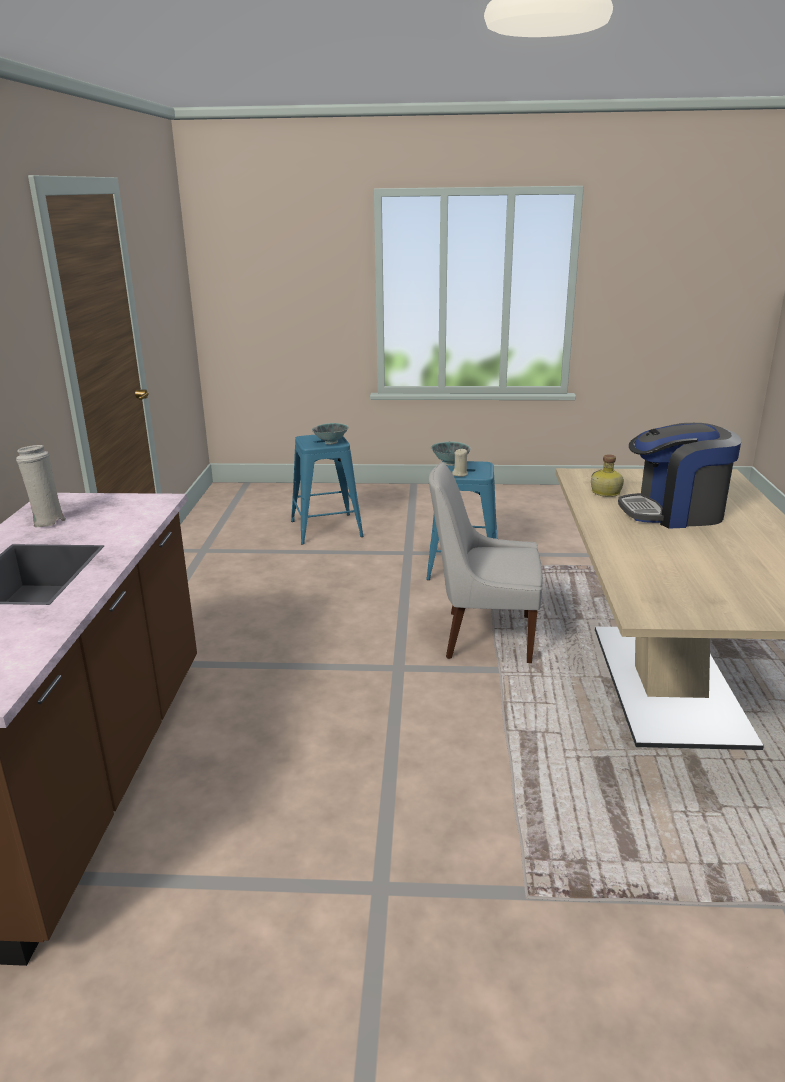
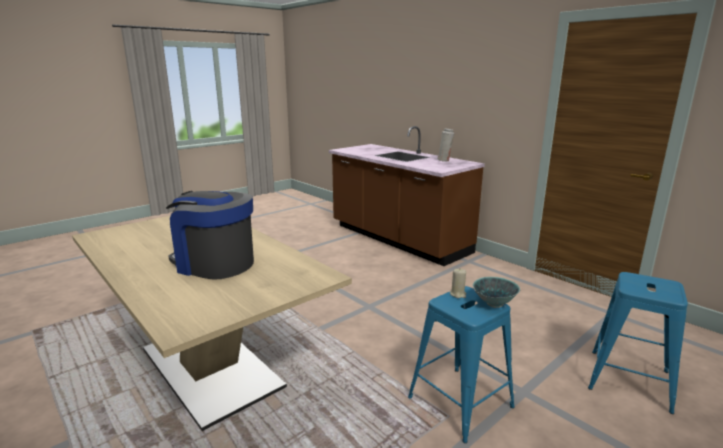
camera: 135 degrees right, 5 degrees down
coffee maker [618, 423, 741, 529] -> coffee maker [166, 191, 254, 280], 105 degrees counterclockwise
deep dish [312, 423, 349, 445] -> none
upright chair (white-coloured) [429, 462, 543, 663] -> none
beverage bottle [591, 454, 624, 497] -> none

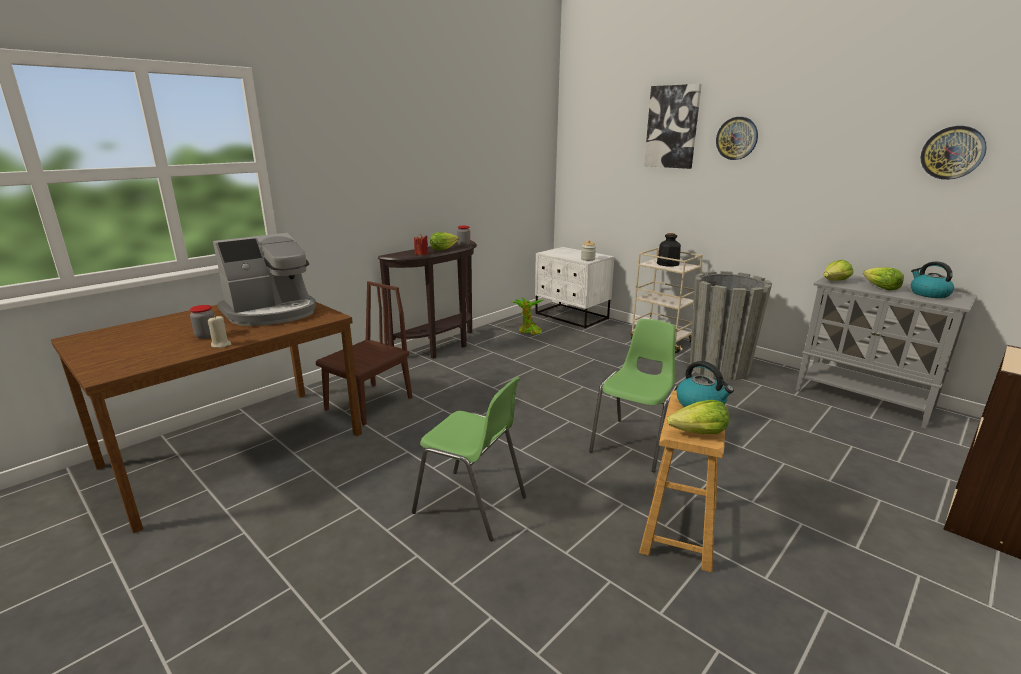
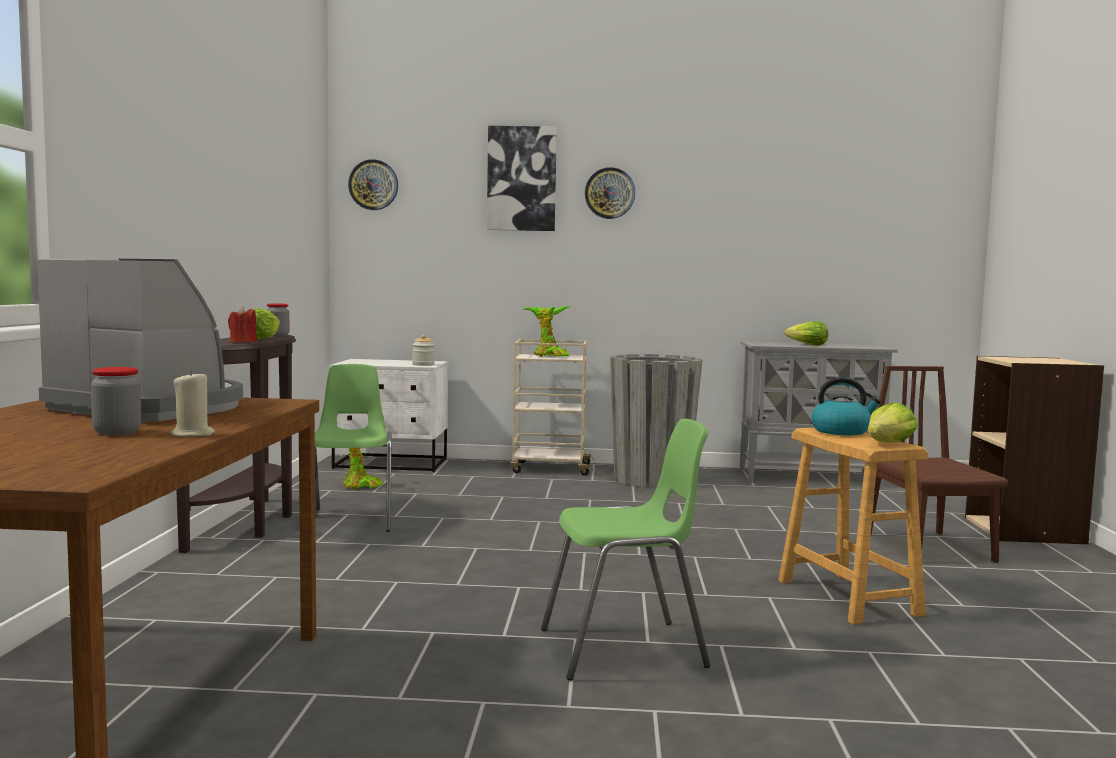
camera: 40 degrees left, 15 degrees down
coffee maker [213, 233, 316, 326] -> coffee maker [38, 259, 243, 422], 75 degrees counterclockwise
upright chair (greenish) [589, 319, 678, 472] -> upright chair (greenish) [315, 364, 392, 532], shifted
clock on the wall [920, 126, 987, 180] -> clock on the wall [348, 159, 398, 210], shifted
beverage bottle [657, 233, 681, 267] -> houseplant [524, 306, 570, 357]
upright chair (brown-coloured) [316, 281, 412, 425] -> upright chair (brown-coloured) [871, 366, 1008, 563], shifted
head of lettuce [823, 260, 853, 281] -> none
kettle [911, 261, 954, 298] -> none

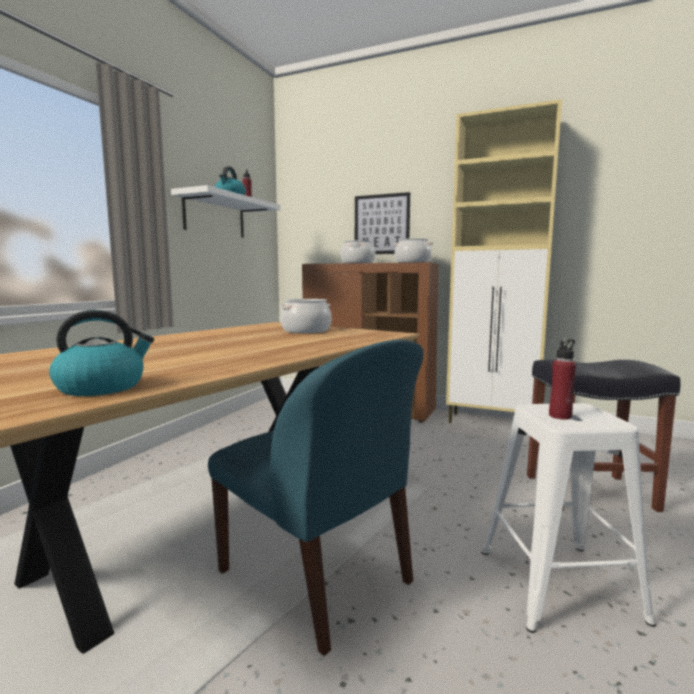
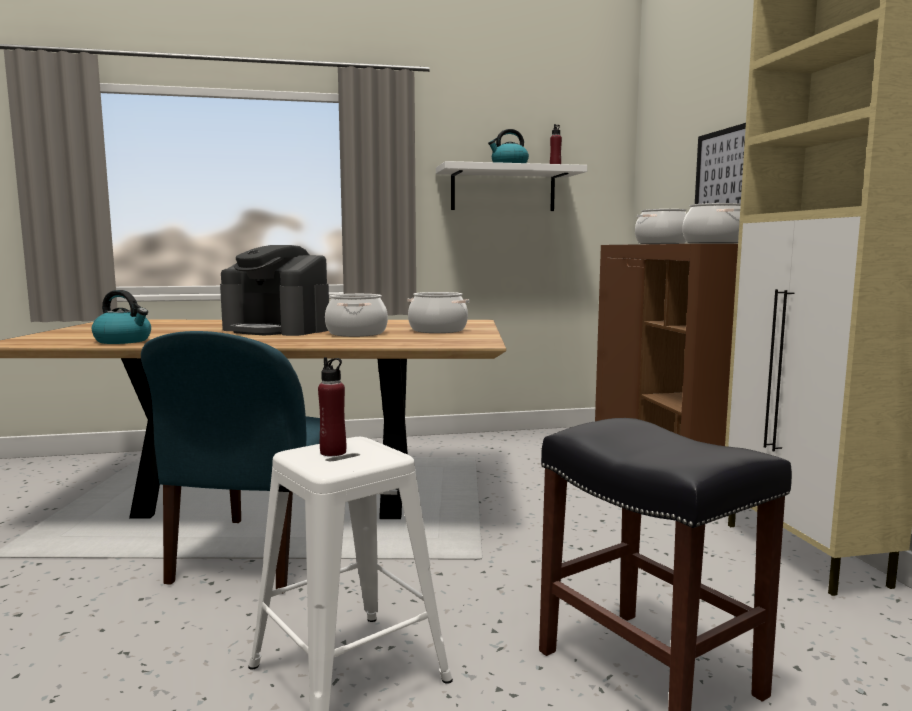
camera: 55 degrees right, 0 degrees up
none -> coffee maker [220, 245, 329, 336]
none -> saucepot [325, 294, 388, 337]

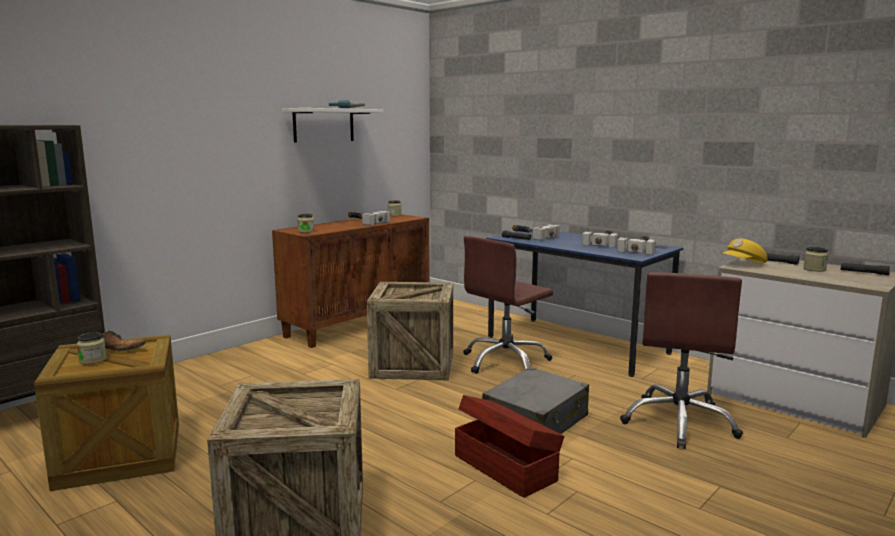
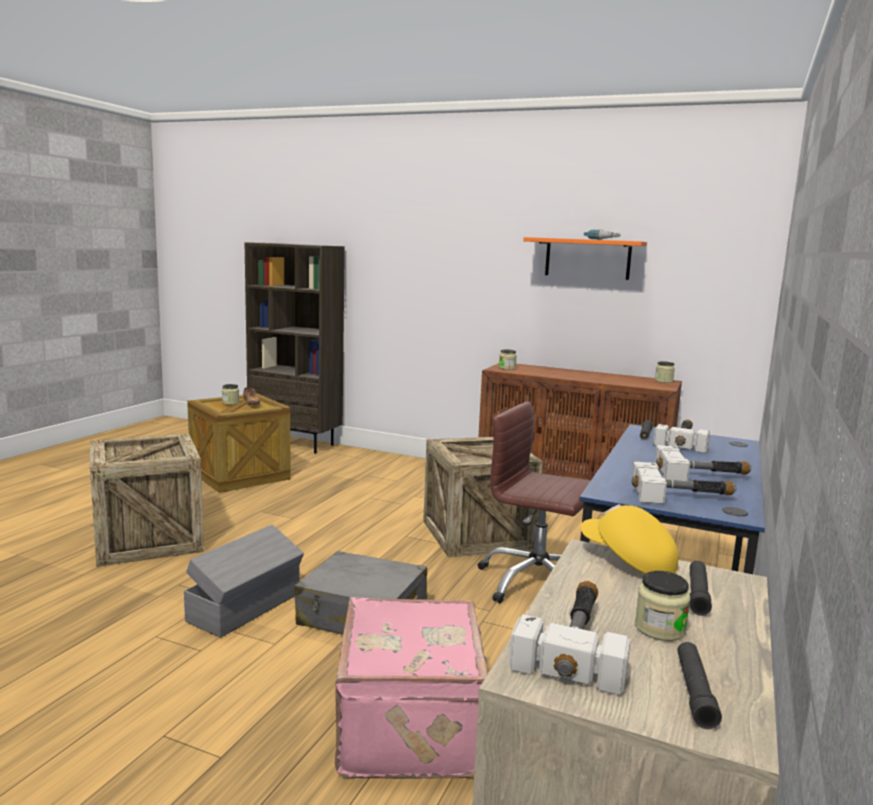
camera: 70 degrees right, 0 degrees up
storage bin (brown-coloured) [455, 395, 564, 498] -> storage bin (gray) [184, 525, 304, 638]
desk chair (brown-coloured) [620, 272, 743, 449] -> piece of luggage (pink-coloured) [335, 597, 488, 779]
hand hammer [348, 211, 390, 226] -> hand hammer [509, 581, 630, 695], shifted
wall shelf (white-coloured) [282, 108, 384, 142] -> wall shelf (orange-coloured) [523, 237, 647, 280]

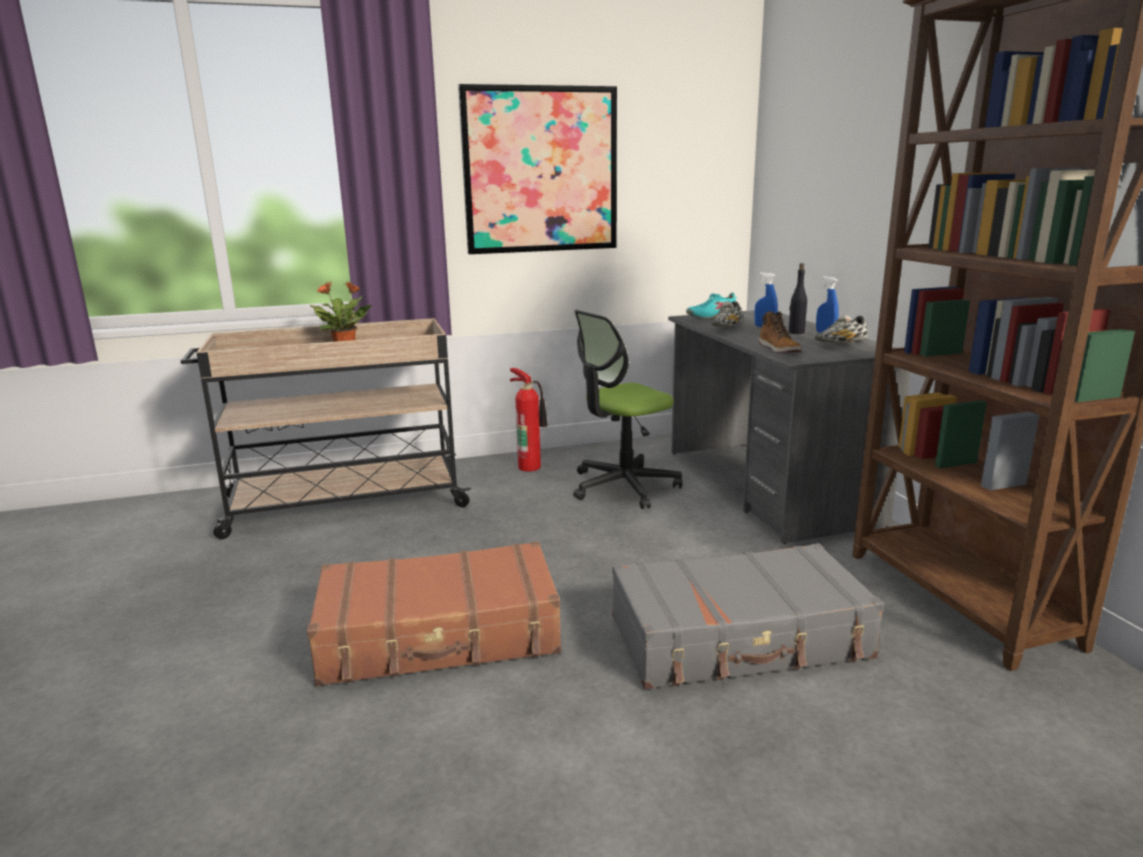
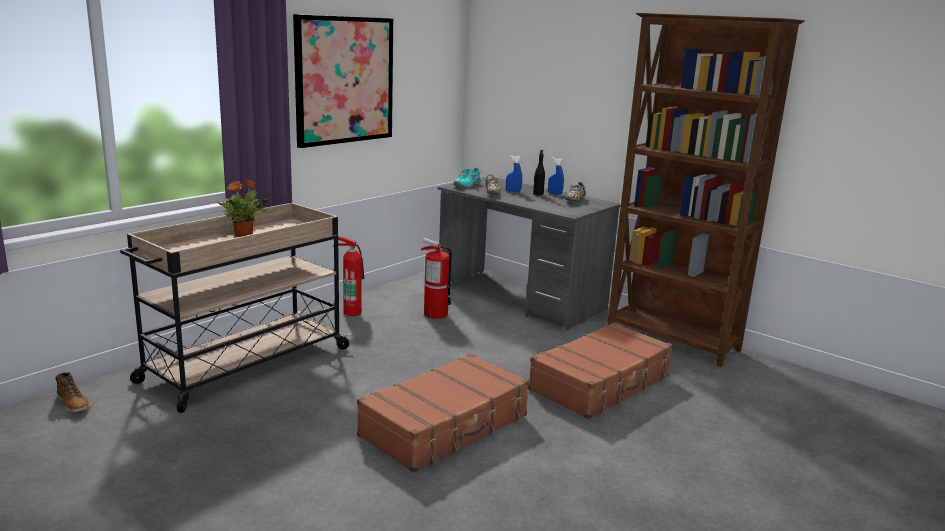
camera: 35 degrees left, 0 degrees up
tall boot [759, 311, 802, 353] -> tall boot [55, 372, 91, 413], shifted
desk chair [573, 310, 683, 509] -> extinguisher [421, 238, 452, 319]
piece of luggage (gray) [612, 543, 884, 689] -> piece of luggage (brown-coloured) [528, 322, 673, 419]

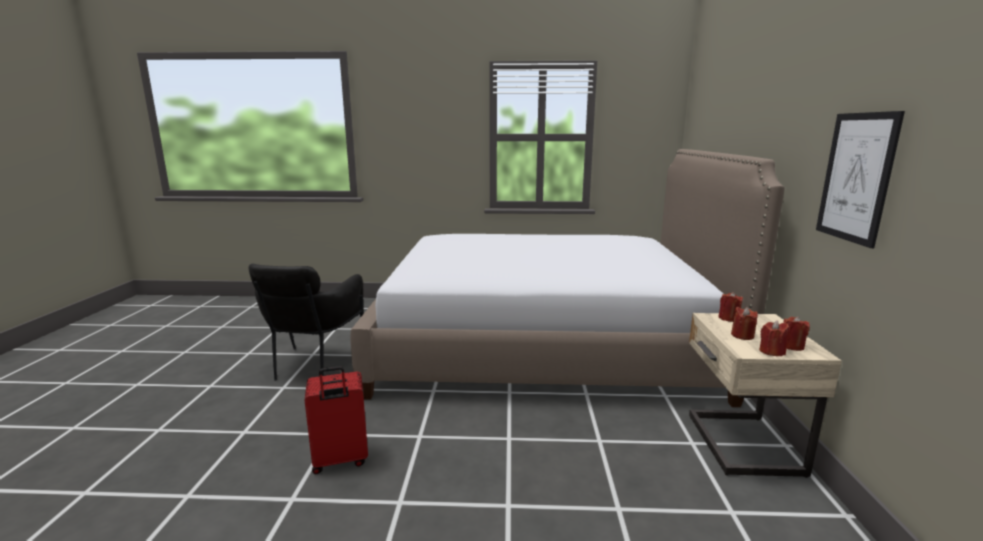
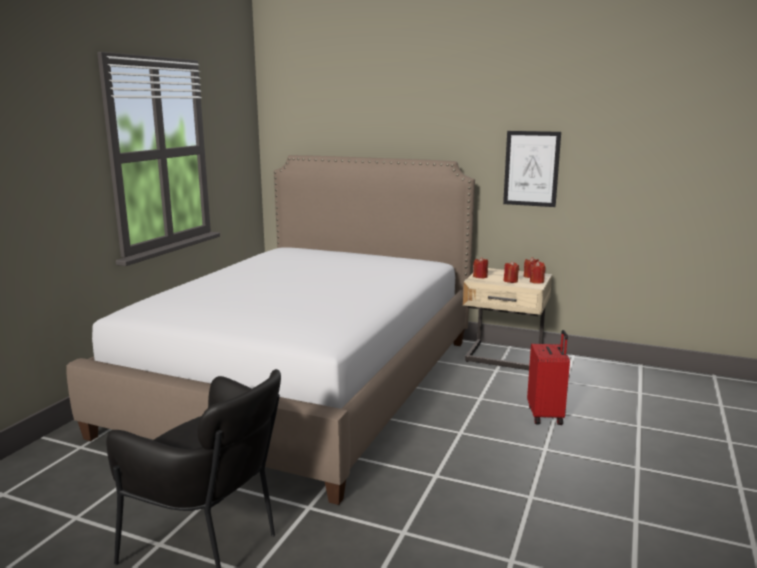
camera: 70 degrees left, 0 degrees up
piece of luggage (red) [304, 366, 368, 474] -> piece of luggage (red) [527, 330, 570, 425], shifted

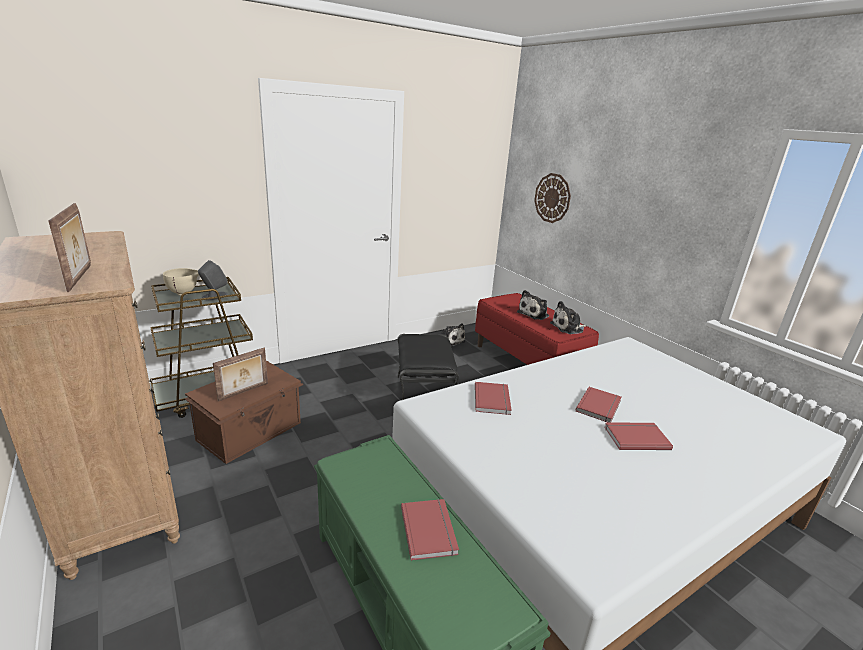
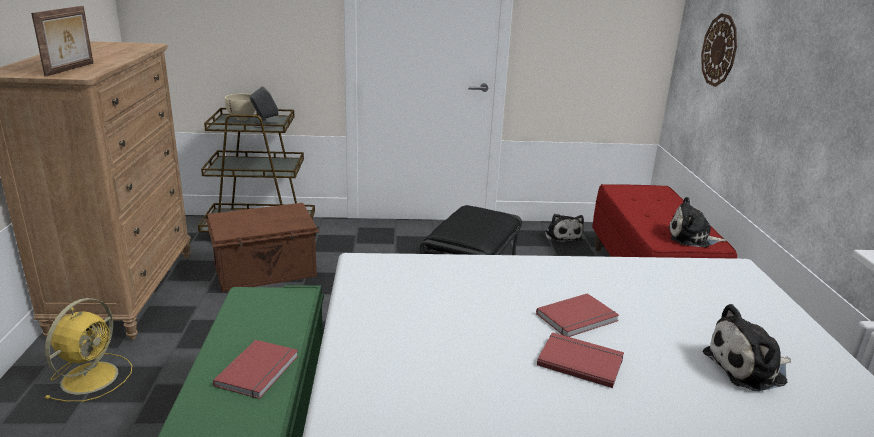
camera: 30 degrees right, 0 degrees up
none -> electric fan (yellow-coloured) [44, 298, 132, 402]
soft toy [517, 290, 549, 320] -> soft toy [702, 304, 791, 391], shifted
photo frame [213, 347, 268, 402] -> none
bound book (red) [475, 382, 512, 415] -> none

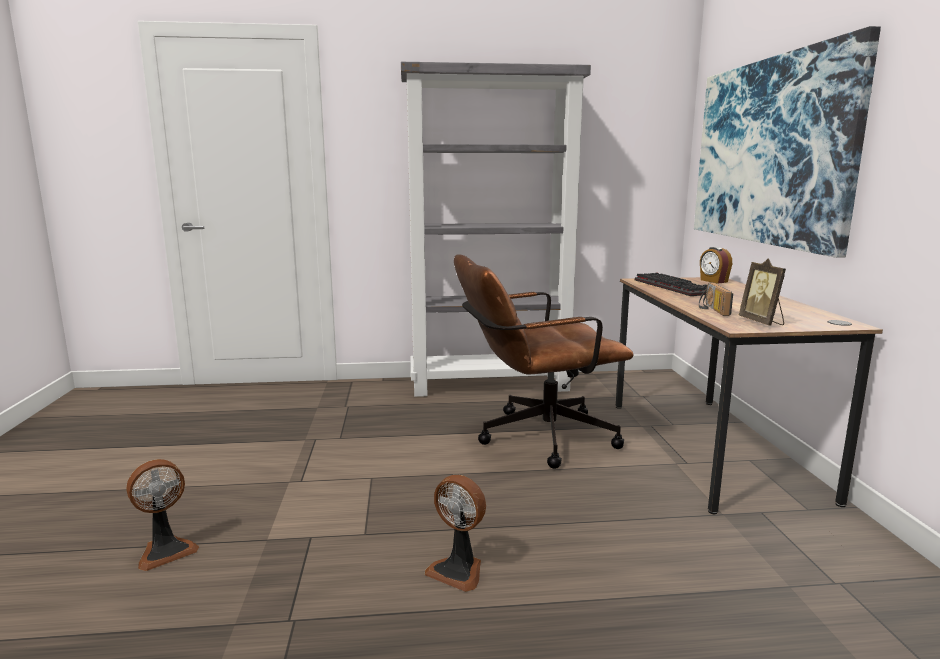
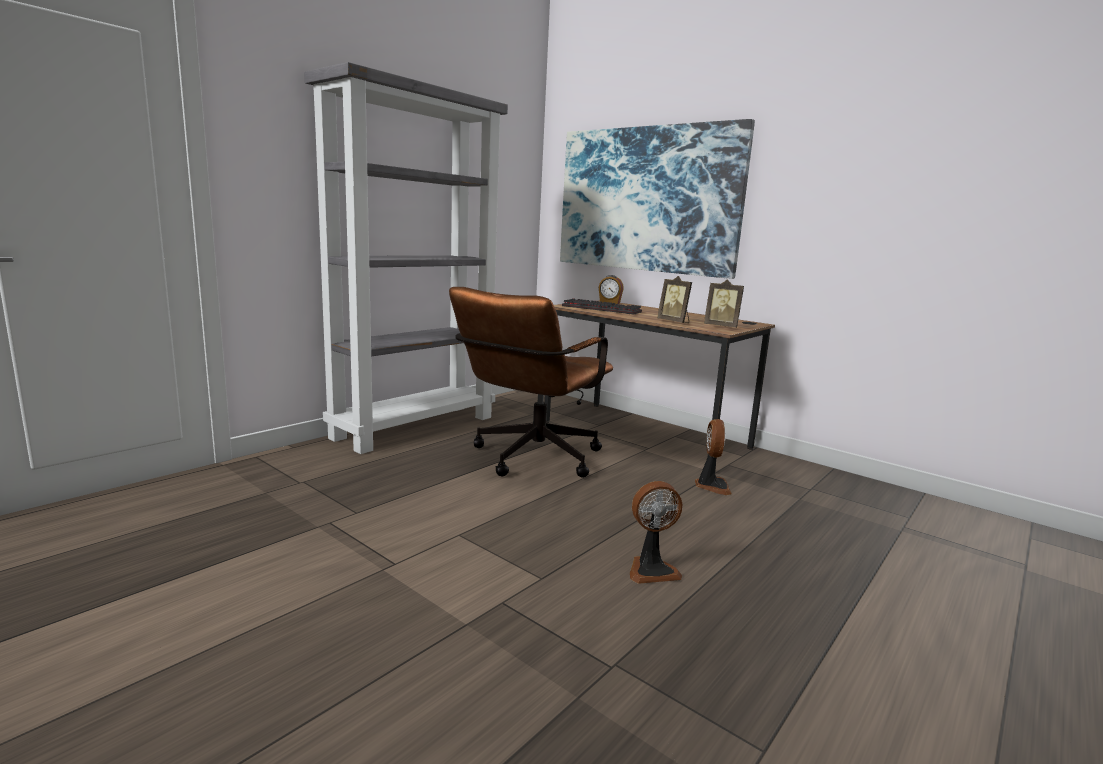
camera: 45 degrees left, 0 degrees up
radio [699, 283, 733, 316] -> photo frame [657, 276, 692, 323]
electric fan [126, 459, 199, 571] -> electric fan [695, 419, 732, 495], shifted

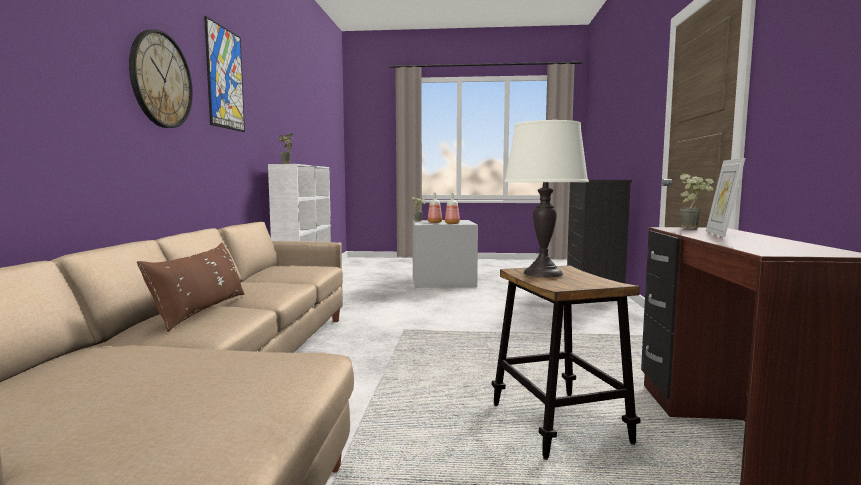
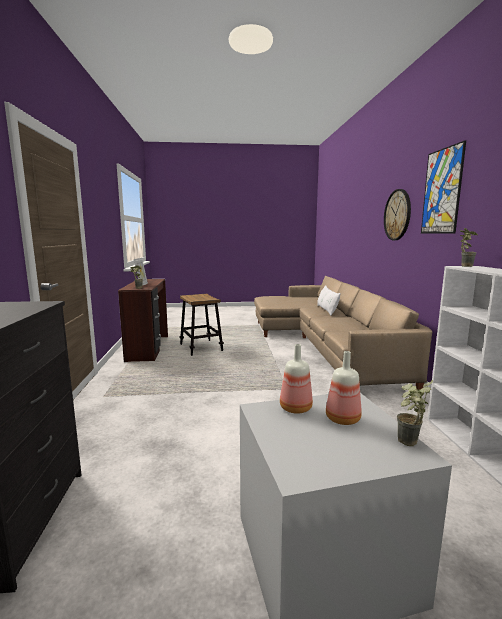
camera: 170 degrees right, 5 degrees up
cushion (brown-coloured) [137, 243, 244, 332] -> cushion (white-coloured) [317, 285, 341, 315]
lamp for a table (white-coloured) [504, 120, 589, 277] -> none

